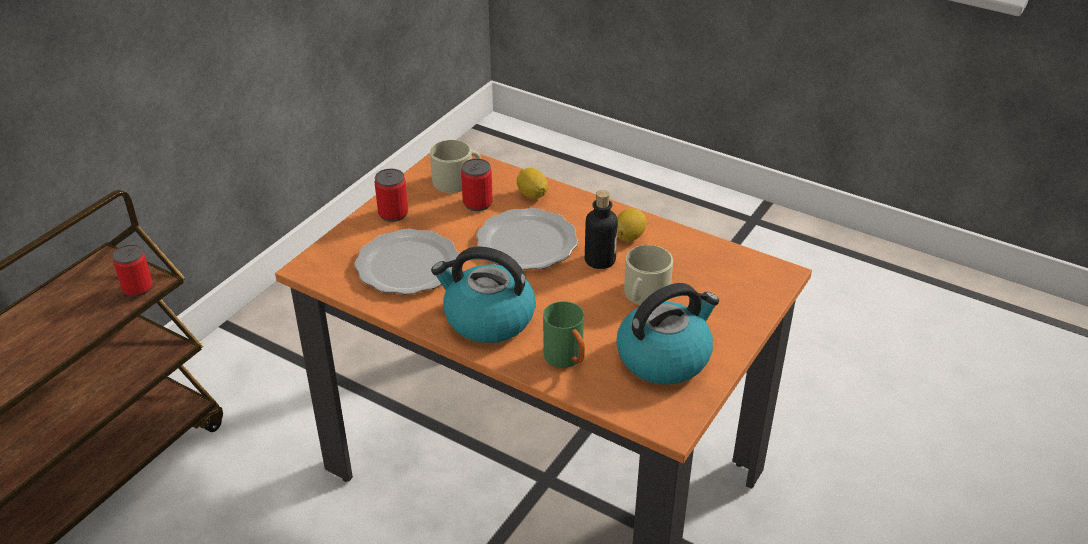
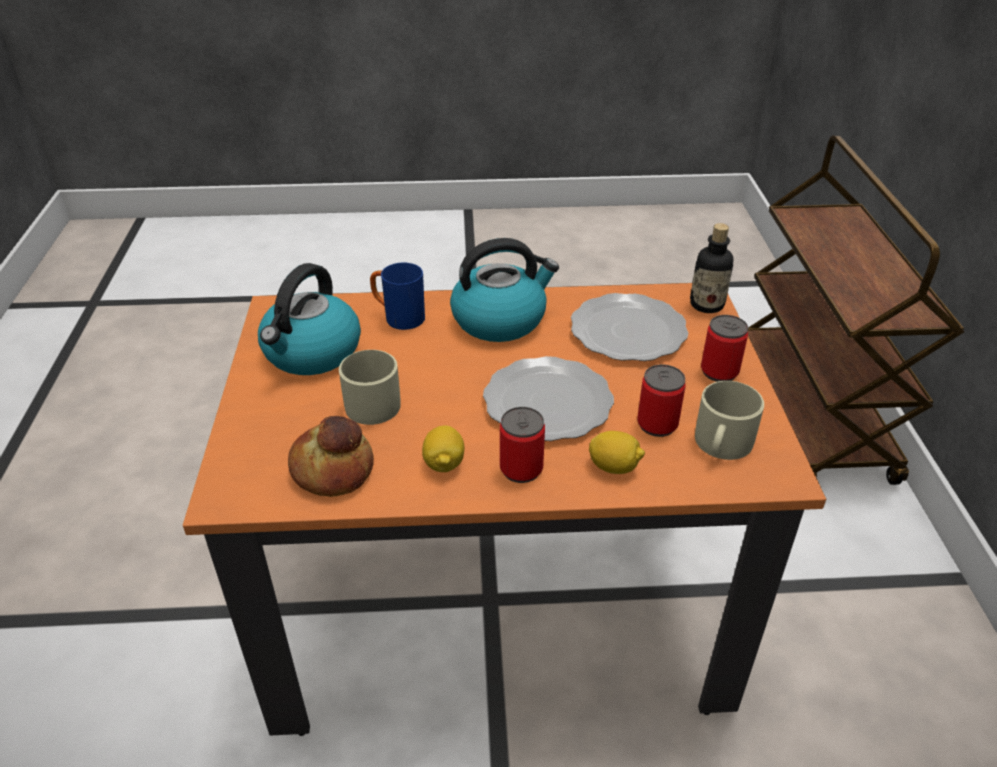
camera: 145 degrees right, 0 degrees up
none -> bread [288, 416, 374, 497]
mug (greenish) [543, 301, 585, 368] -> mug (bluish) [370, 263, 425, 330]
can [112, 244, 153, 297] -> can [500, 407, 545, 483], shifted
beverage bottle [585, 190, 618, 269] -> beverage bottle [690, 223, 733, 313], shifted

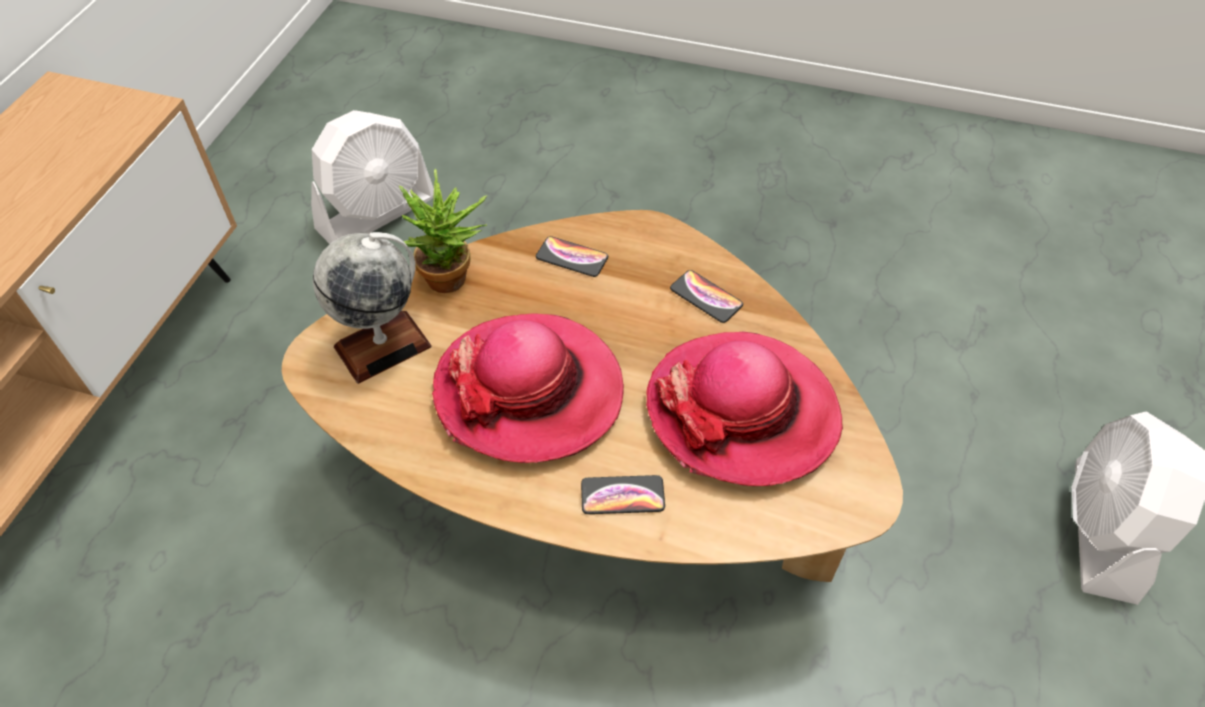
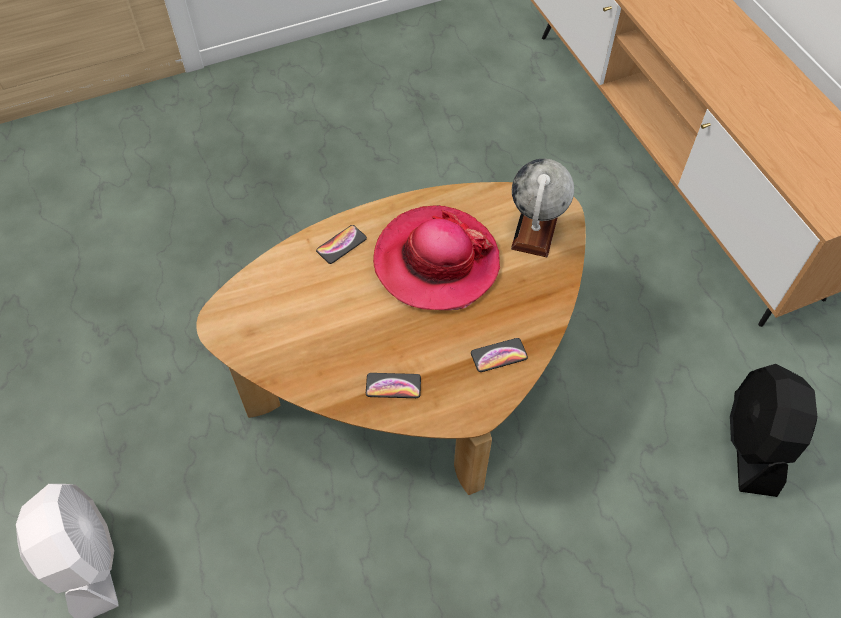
camera: 140 degrees right, 5 degrees up
electric fan (white-coloured) [311, 110, 434, 244] -> electric fan (black) [730, 364, 817, 497]
houseplant [399, 169, 487, 293] -> none
clothing hat [646, 332, 843, 486] -> none

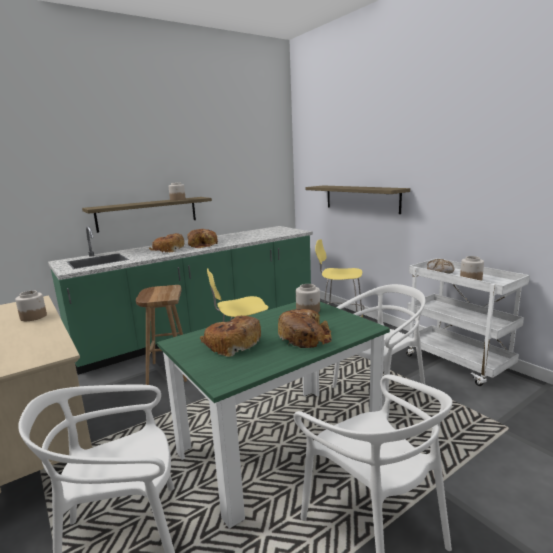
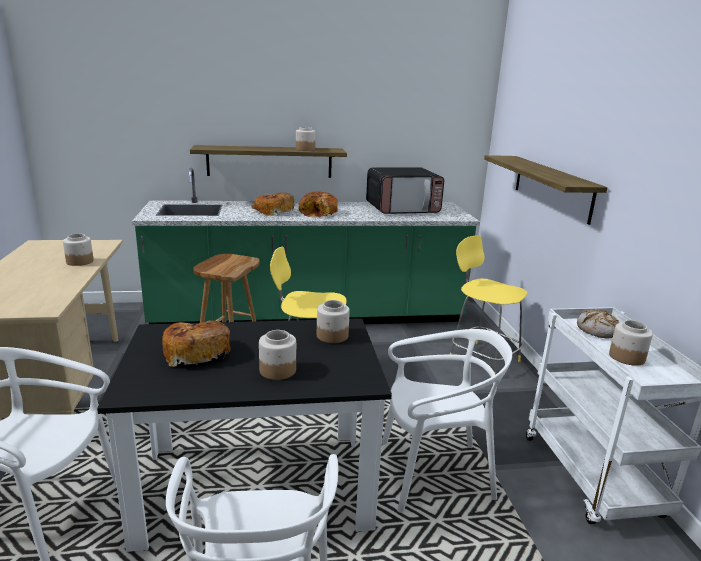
camera: 25 degrees right, 5 degrees up
kitchen table (greenish) [157, 302, 390, 529] -> kitchen table (black) [97, 319, 392, 552]
bread [278, 309, 332, 348] -> preserve jar [259, 330, 296, 380]
none -> kitchen microwave [366, 167, 444, 214]

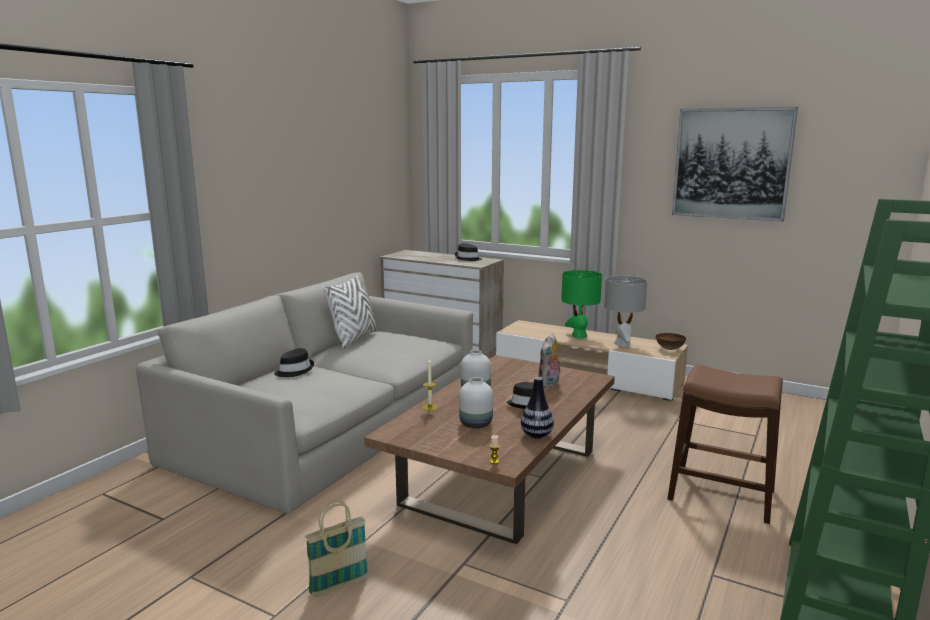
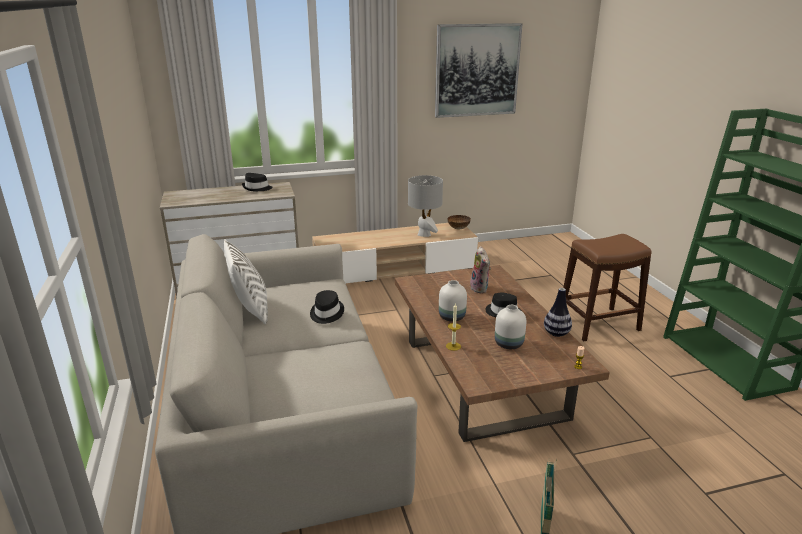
camera: 45 degrees left, 10 degrees up
clothing hat (black) [274, 348, 314, 377] -> clothing hat (black) [310, 290, 344, 324], shifted
lamp for a table (greenish) [561, 270, 602, 338] -> none

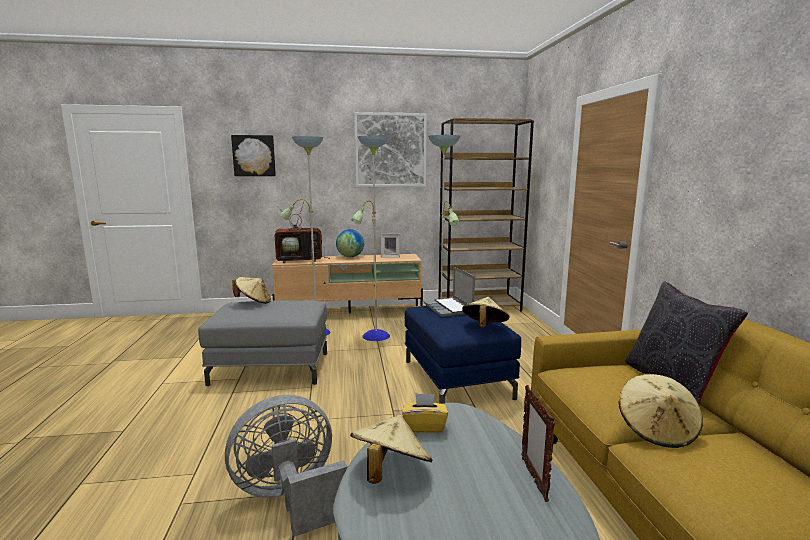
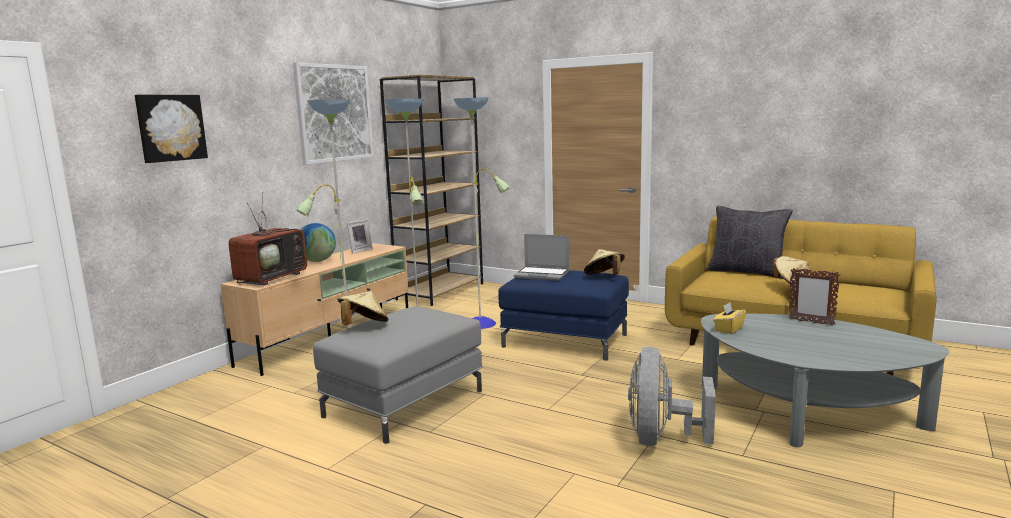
camera: 50 degrees left, 0 degrees up
clothing hat (beige) [350, 415, 432, 484] -> none

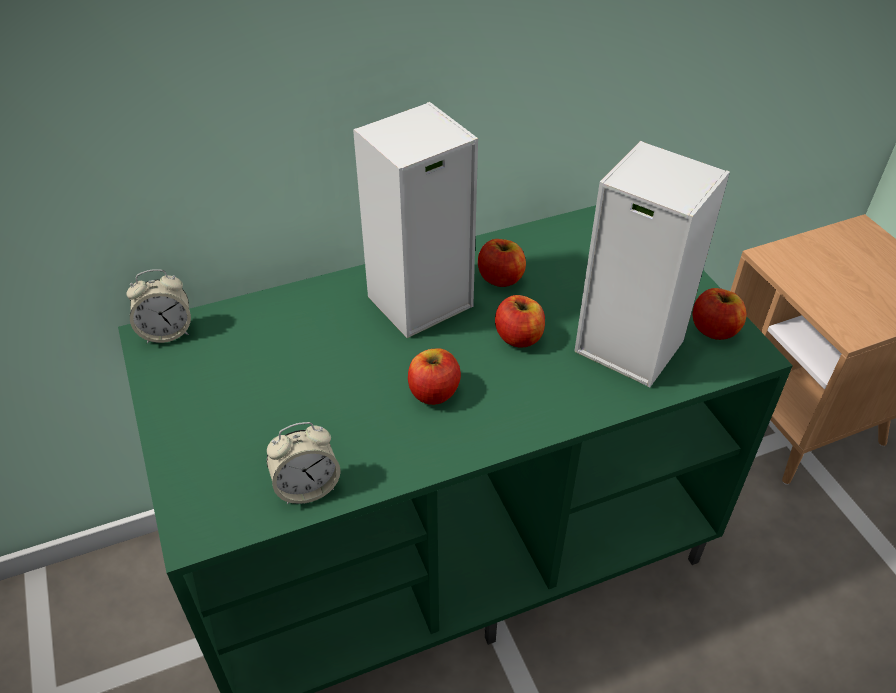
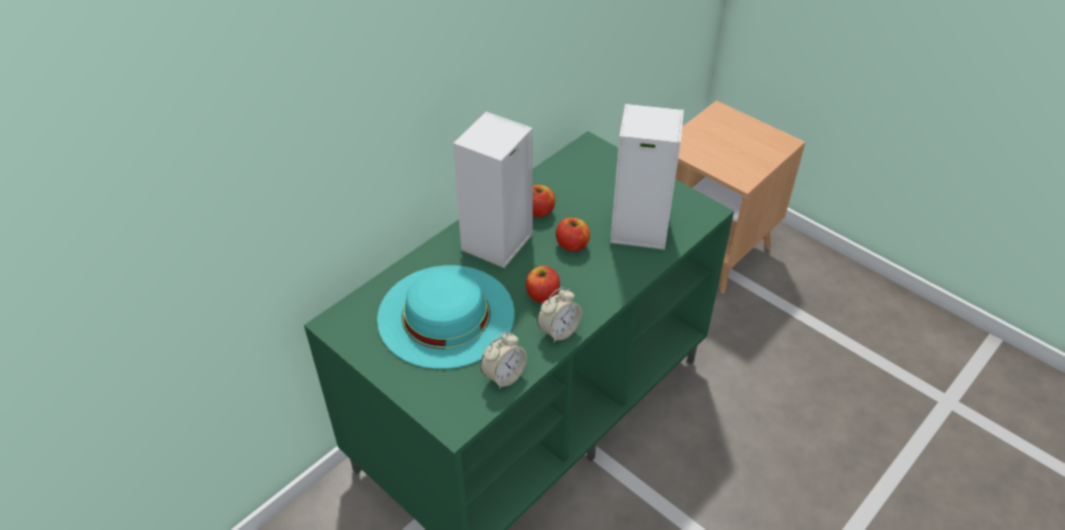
camera: 25 degrees left, 0 degrees up
none -> clothing hat (turquoise-coloured) [377, 265, 514, 369]
alarm clock [126, 269, 191, 344] -> alarm clock [537, 287, 582, 343], shifted
whole apple [693, 288, 746, 340] -> none

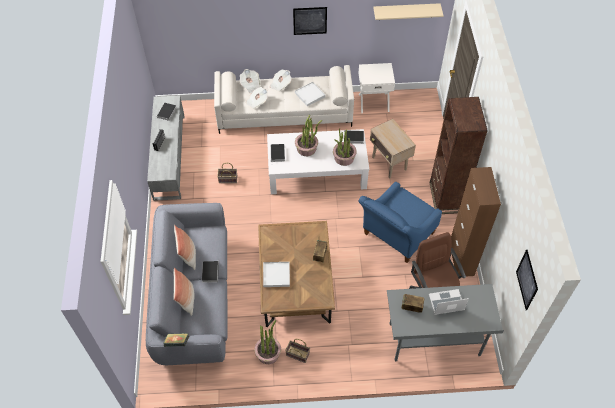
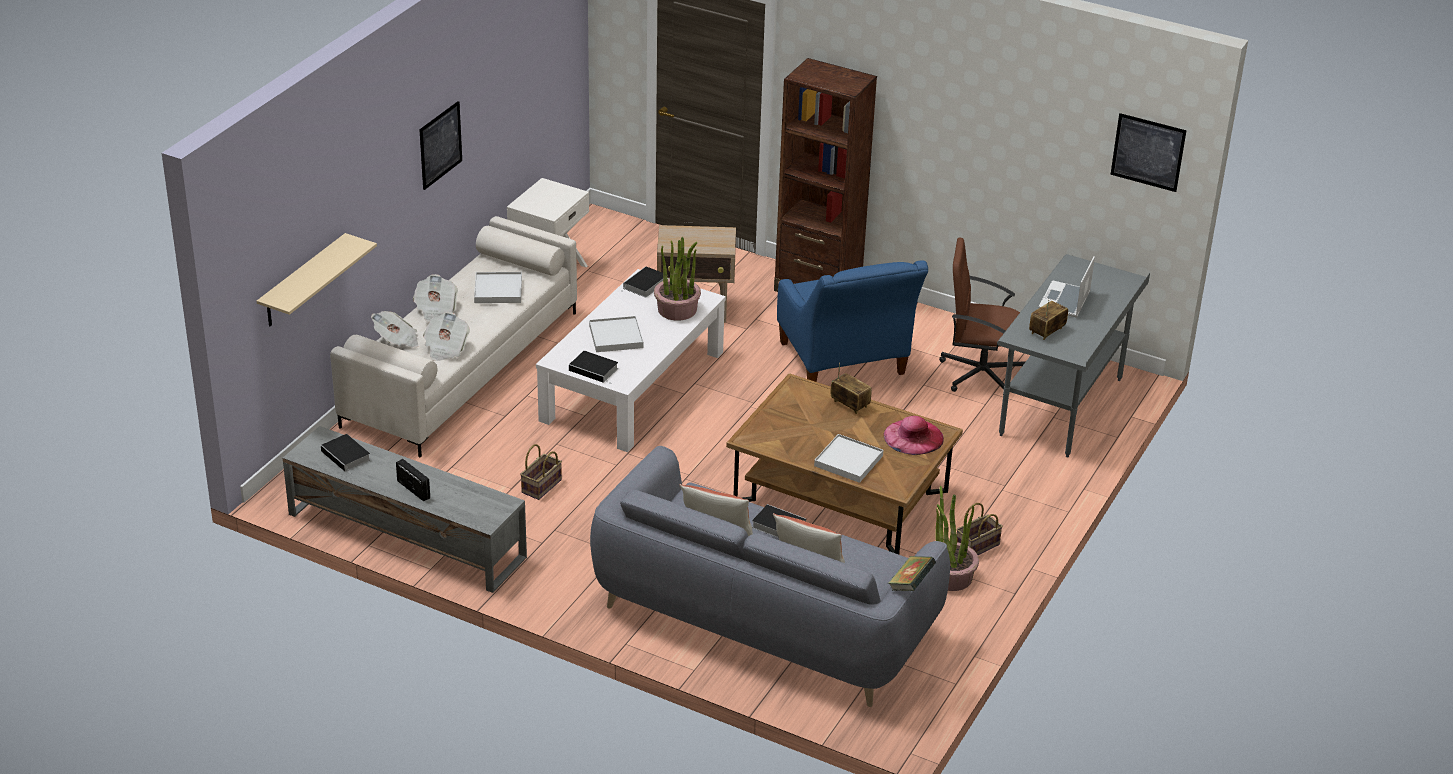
camera: 60 degrees left, 20 degrees down
wall shelf (beige) [373, 3, 444, 20] -> wall shelf (beige) [257, 233, 377, 326], shifted
houseplant [295, 115, 322, 156] -> serving tray (white-coloured) [589, 316, 643, 352]
none -> clothing hat (pink-coloured) [884, 416, 944, 455]
storage cabinet (brown-coloured) [451, 167, 501, 277] -> none

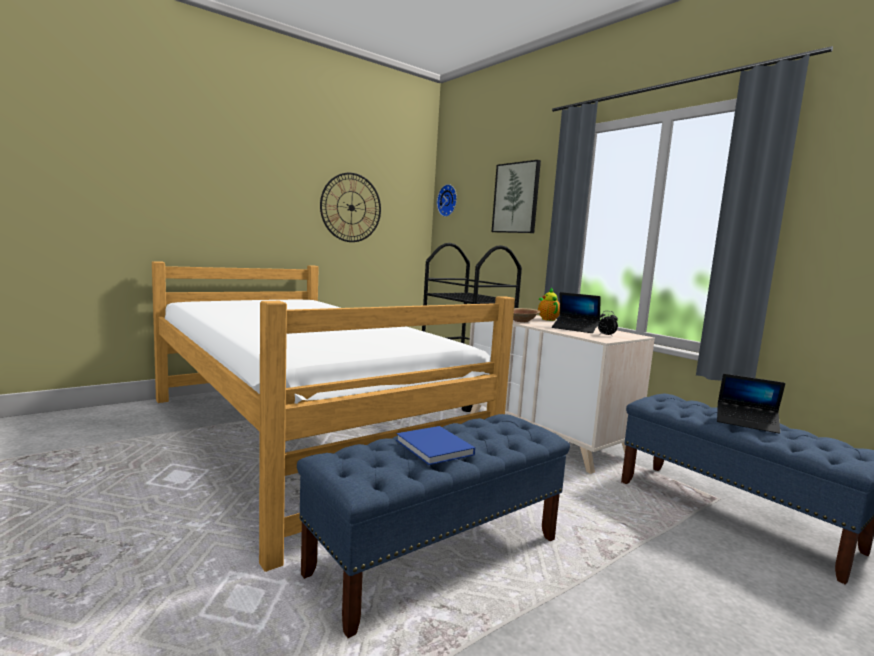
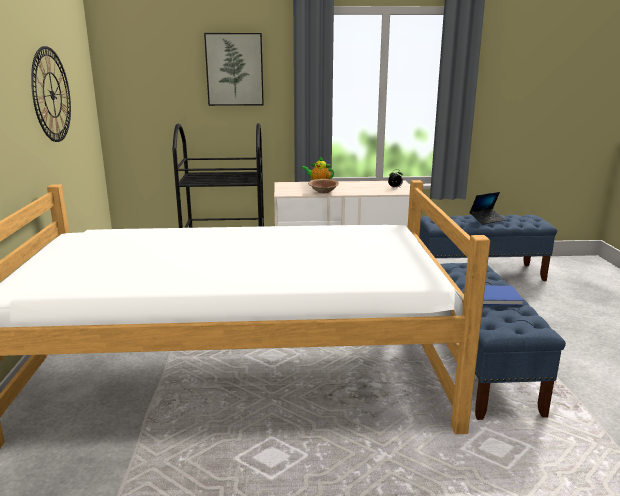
camera: 55 degrees left, 10 degrees up
clock on the wall [437, 184, 457, 217] -> none
notebook computer [552, 292, 601, 333] -> none

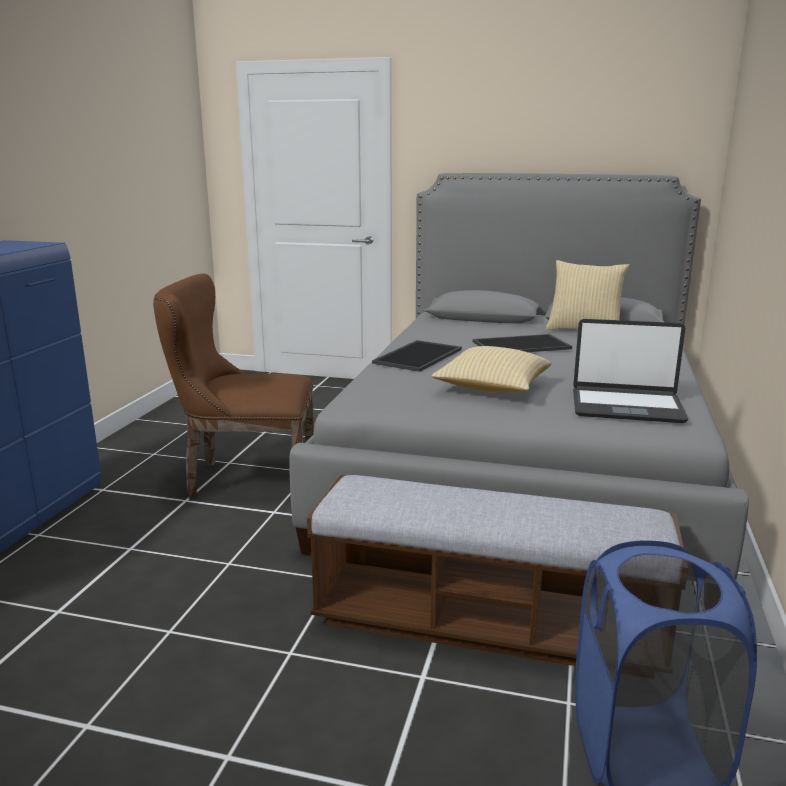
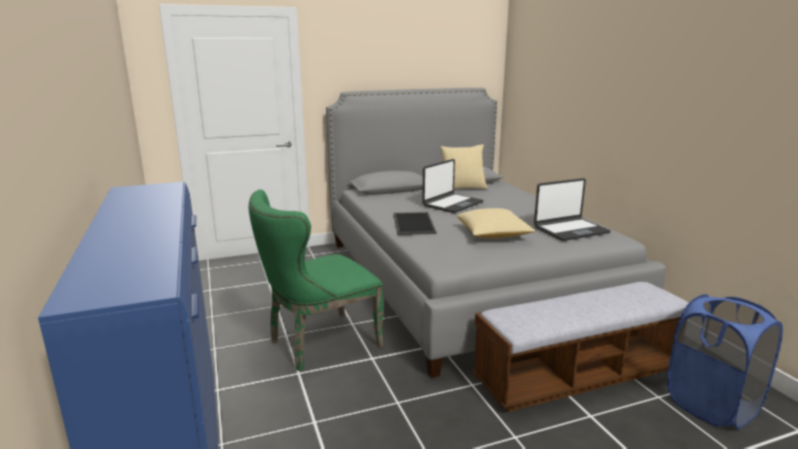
camera: 35 degrees left, 0 degrees up
upright chair (brown-coloured) [153, 274, 314, 499] -> upright chair (greenish) [249, 189, 384, 371]
serving tray [473, 334, 572, 352] -> notebook computer [422, 159, 483, 213]

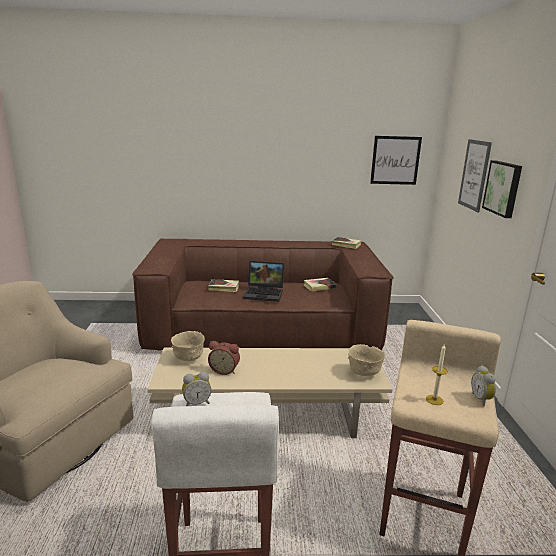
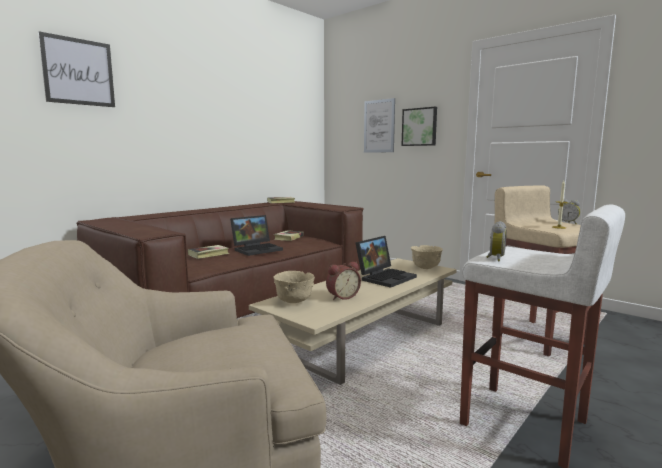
camera: 45 degrees left, 10 degrees down
wall art [370, 136, 422, 185] -> wall art [38, 31, 115, 107], shifted
none -> notebook computer [355, 236, 417, 288]

